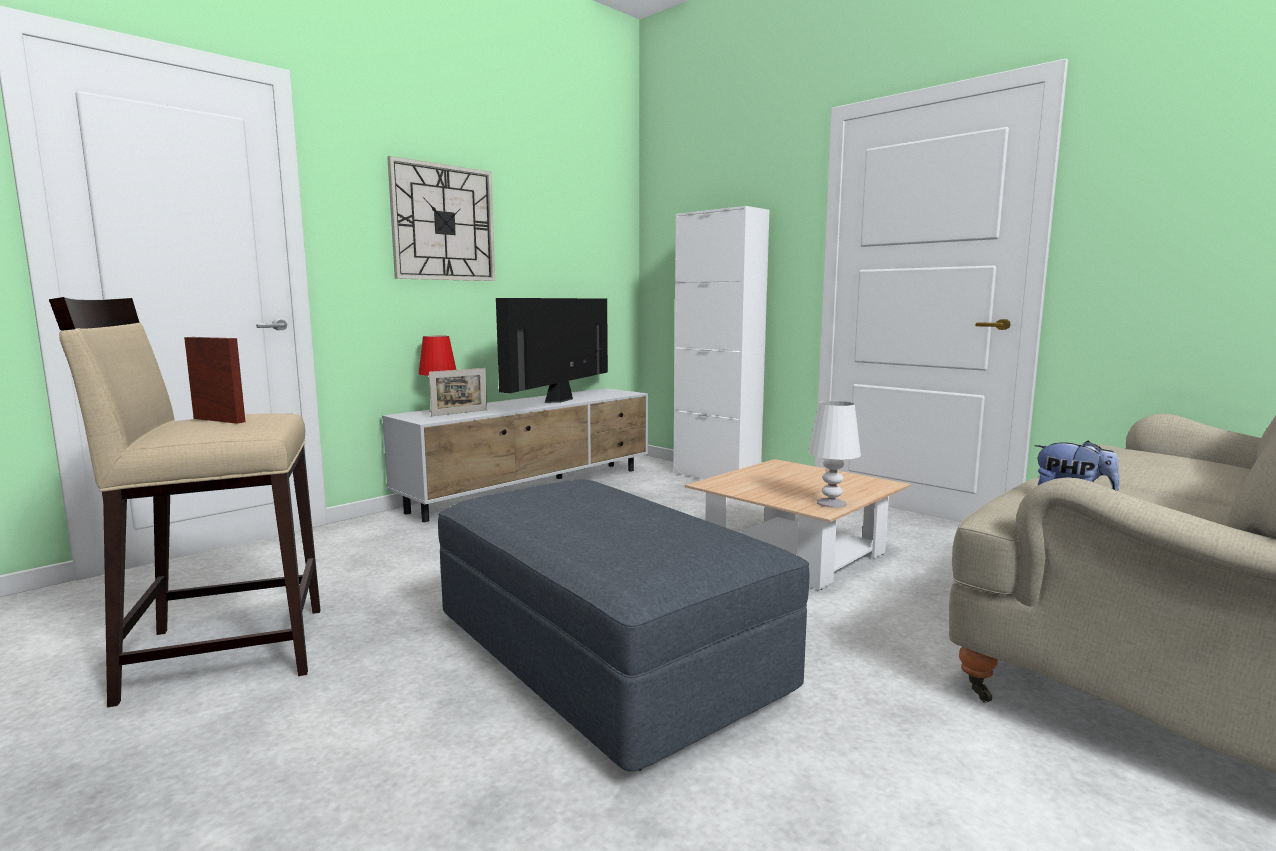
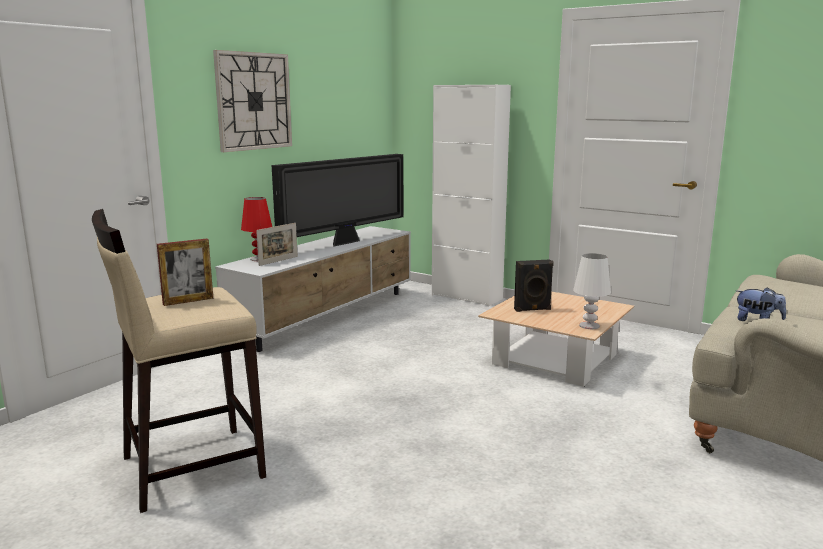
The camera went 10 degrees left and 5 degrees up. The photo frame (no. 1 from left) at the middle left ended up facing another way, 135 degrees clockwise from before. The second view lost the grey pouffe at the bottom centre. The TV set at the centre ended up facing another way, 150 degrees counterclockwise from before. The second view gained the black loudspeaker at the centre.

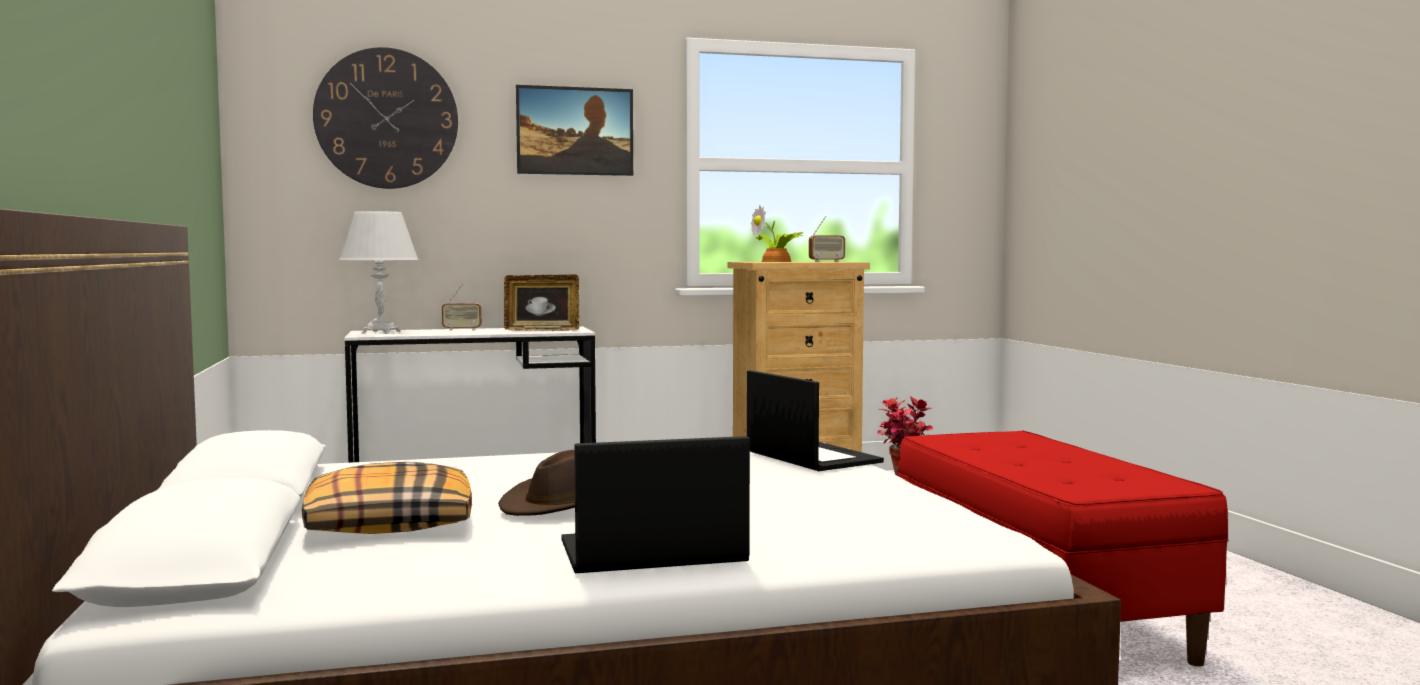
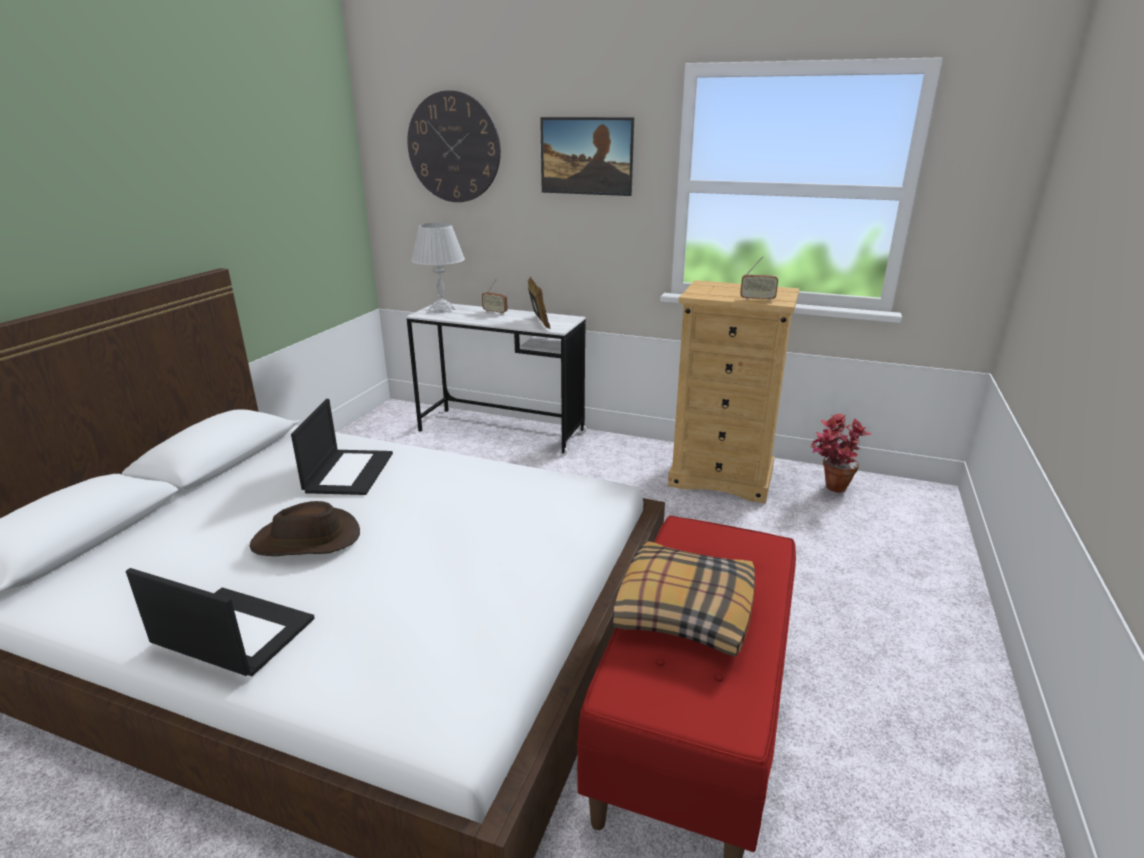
The camera went 35 degrees right and 20 degrees up. The cushion ended up elsewhere, having gone from the bottom left to the bottom centre. The photo frame at the centre ended up facing another way, 135 degrees counterclockwise from before. The laptop (no. 2 from left) ended up elsewhere, having gone from the centre to the middle left. The second view lost the plant in a pot (no. 1 from left) at the centre.

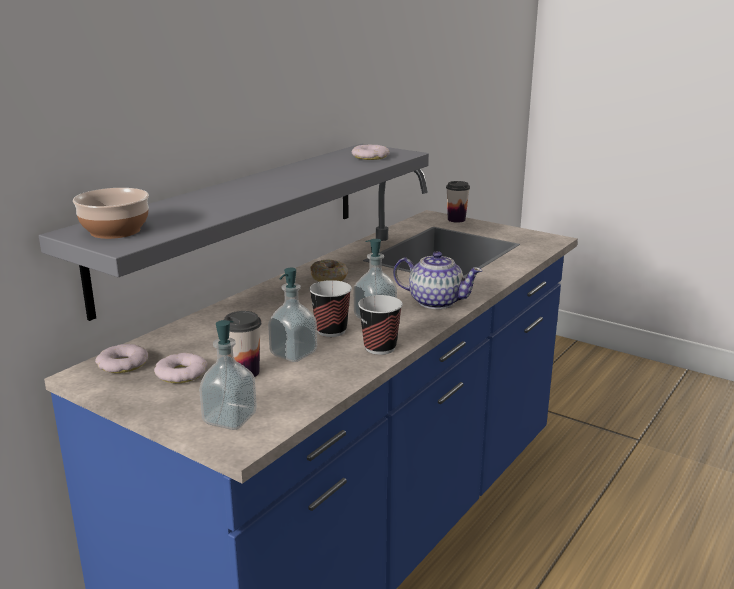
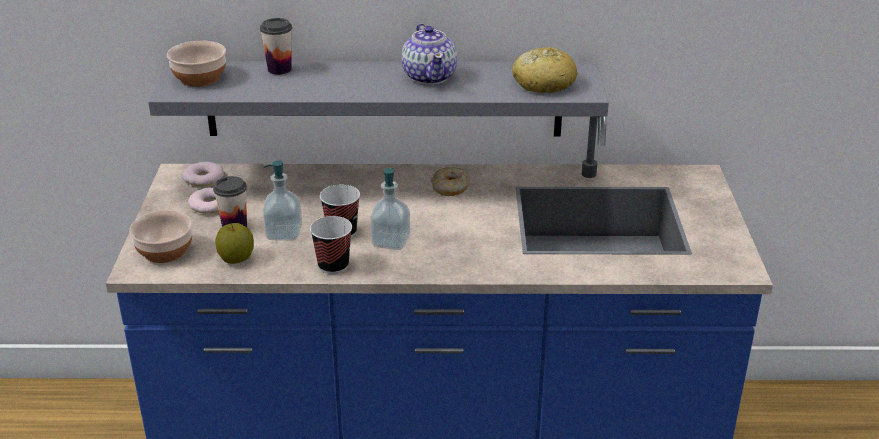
The camera went 55 degrees right and 10 degrees up. Where the soap dispenser (no. 1 from left) stood at the middle left, the deep dish (no. 1 from left) came to stand at the middle left. Where the doughnut (no. 4 from left) stood at the top centre, the bakery bread came to stand at the top centre. The pot for tea ended up elsewhere, having gone from the centre to the top centre. The small cup (no. 4 from left in the first image) ended up elsewhere, having gone from the centre to the top left. The second view gained the apple fruit at the middle left.

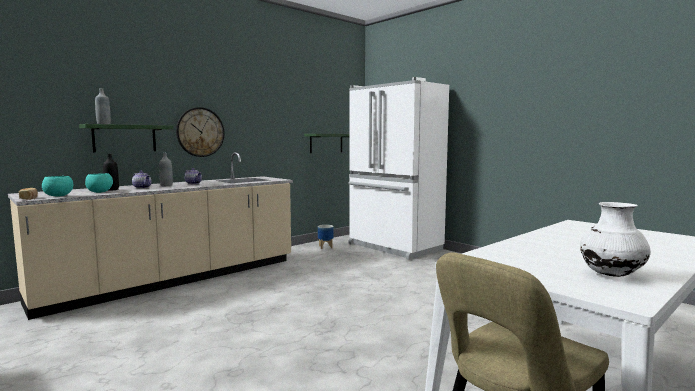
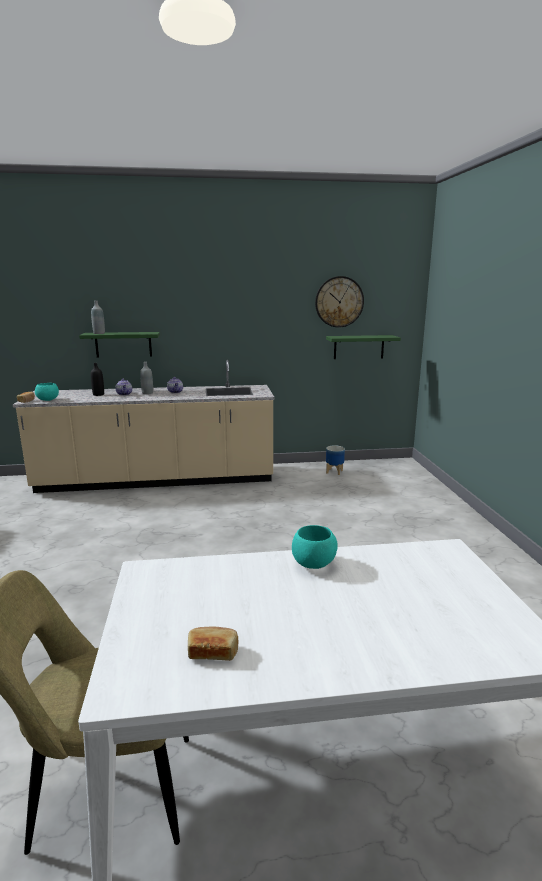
The camera went 35 degrees right and 10 degrees up. The turquoise-coloured deep dish (no. 2 from left) ended up elsewhere, having gone from the middle left to the centre. The clock on the wall ended up elsewhere, having gone from the middle left to the centre. The second view lost the whitish fridge at the centre. Where the whitish flower vase stood at the middle right, the bakery bread (no. 2 from left) came to stand at the bottom centre.

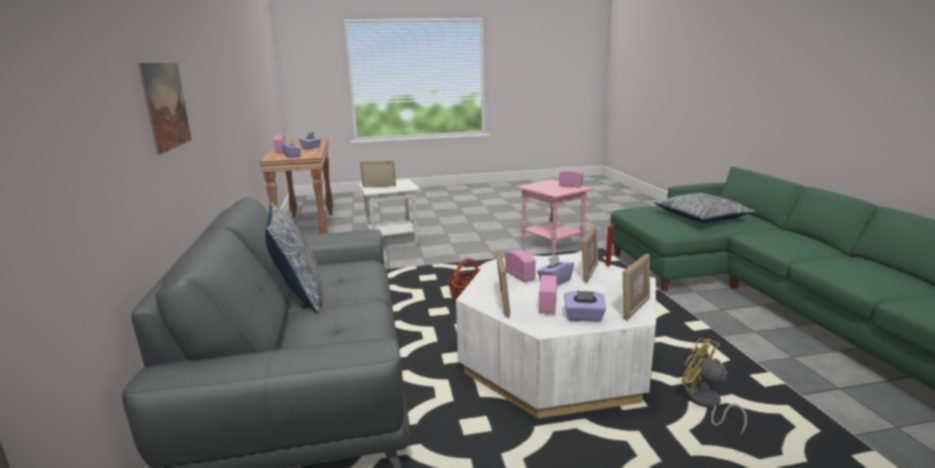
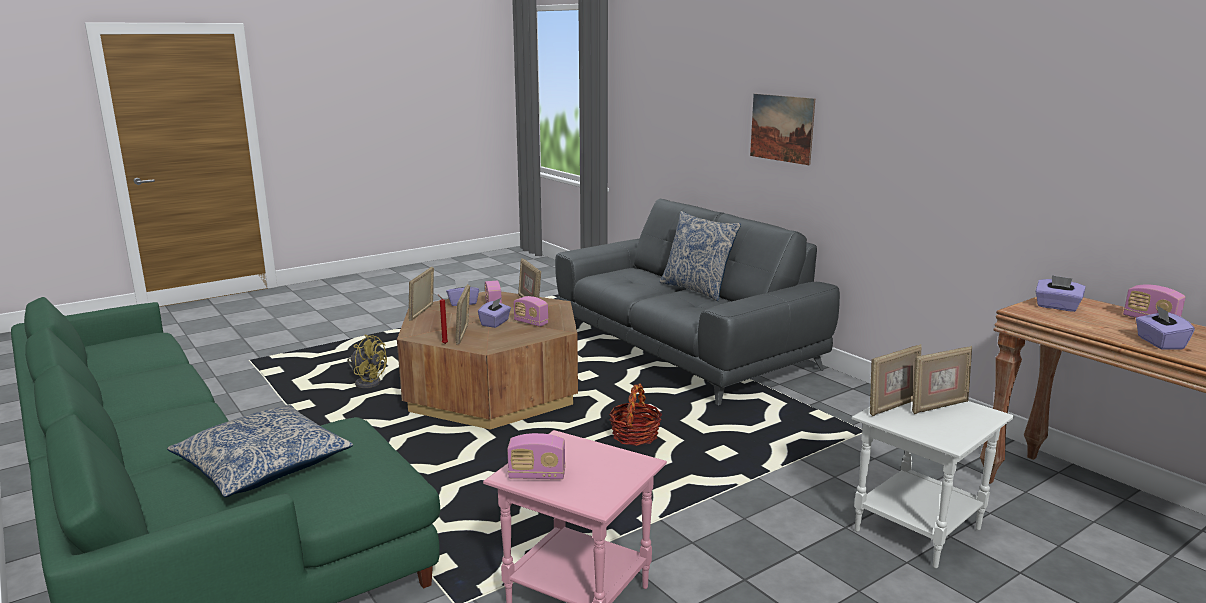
The camera went 155 degrees right and 0 degrees up. What was the whitish coffee table at the bottom centre turned into the brown coffee table at the centre. The second view gained the photo frame (no. 4 from left) at the middle right.

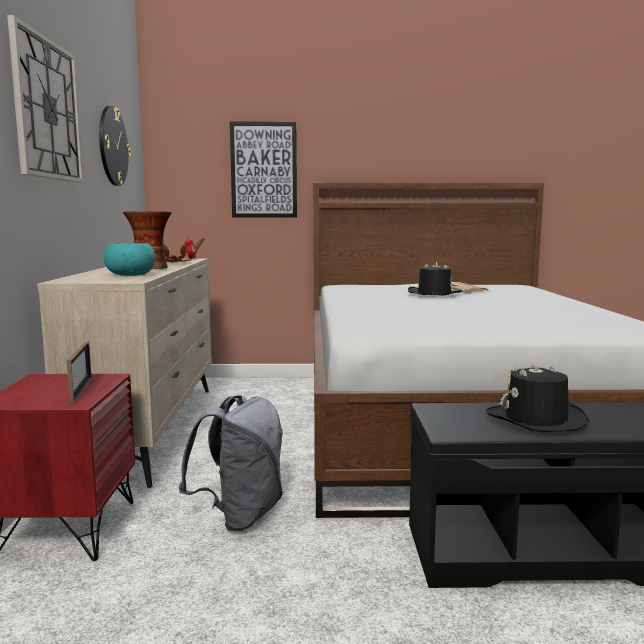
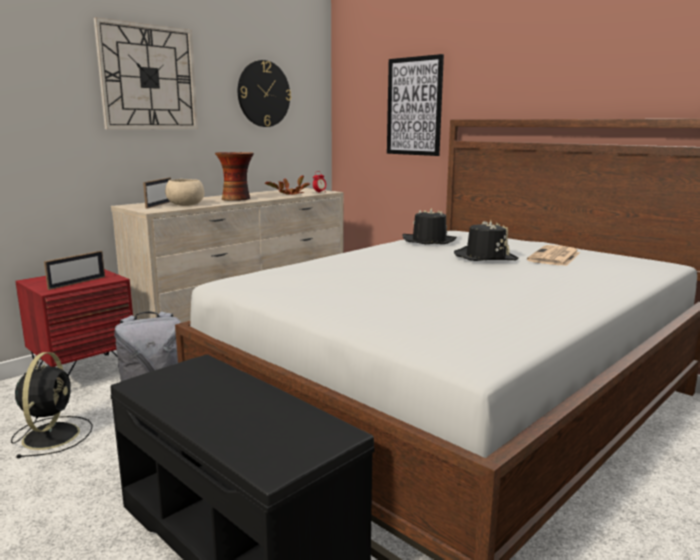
The camera went 45 degrees right and 5 degrees up. What was the turquoise-coloured deep dish at the middle left turned into the sand-coloured deep dish at the middle left. The black hat (no. 2 from left in the first image) ended up elsewhere, having gone from the middle right to the centre. The second view gained the black cooling fan at the bottom left. The second view gained the photo frame (no. 2 from left) at the middle left.

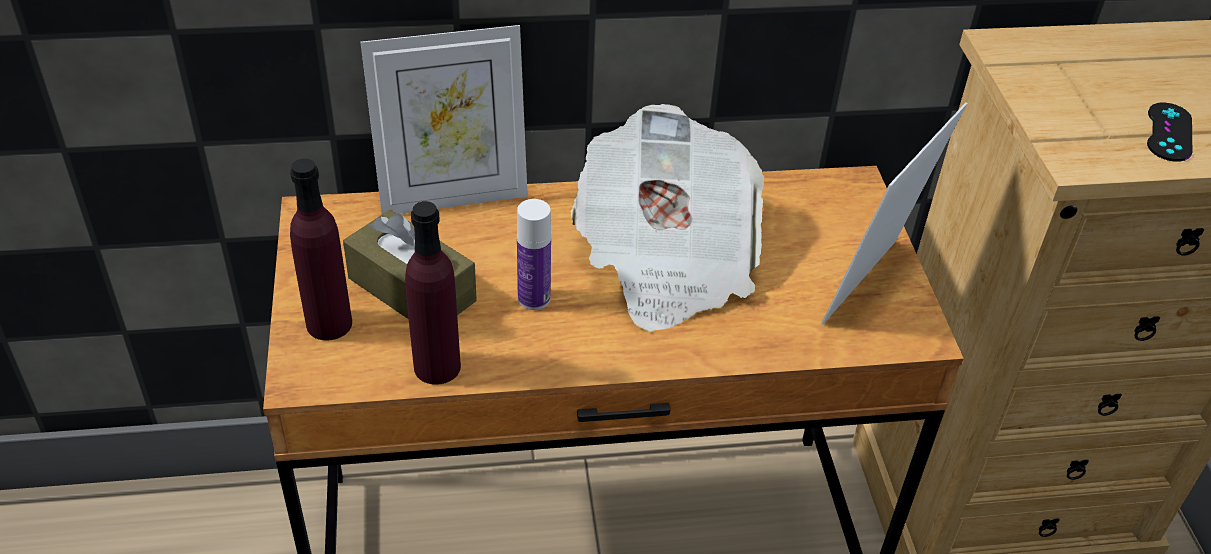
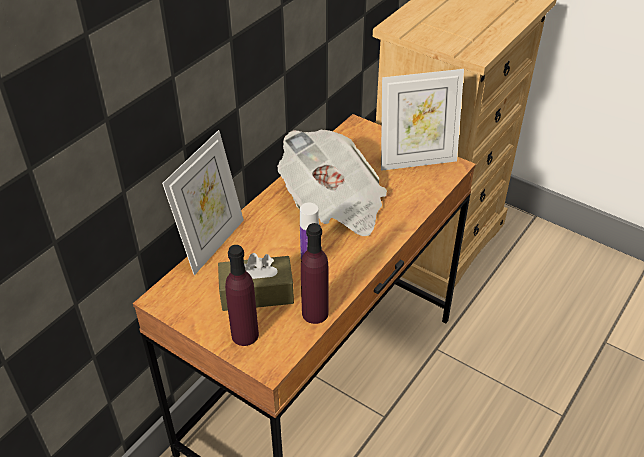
The camera went 45 degrees left and 0 degrees up. The photo frame (no. 2 from left) at the middle right ended up facing another way, 90 degrees counterclockwise from before. The second view lost the black game controller at the top right.

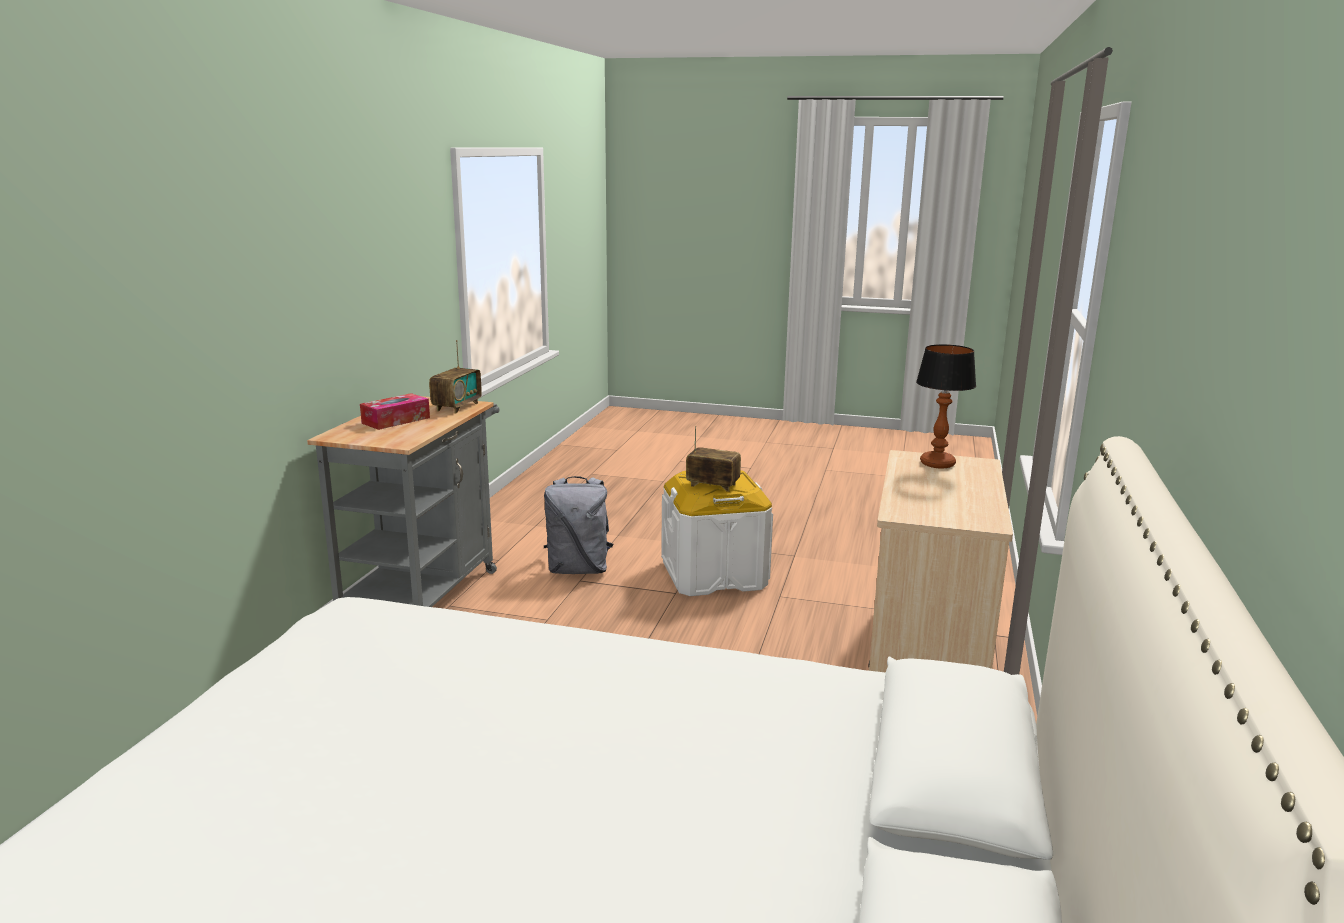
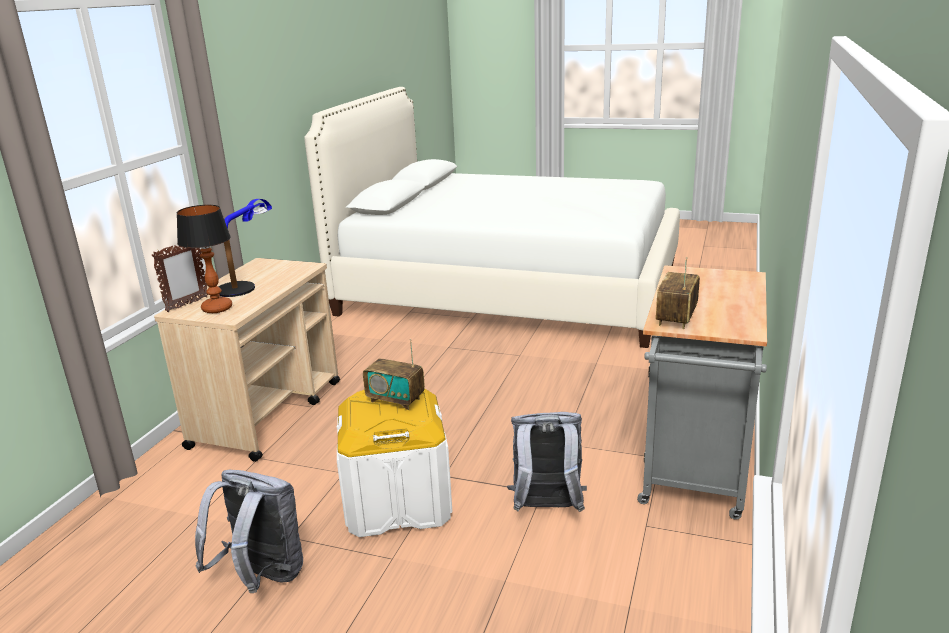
The camera went 175 degrees left and 5 degrees up. The second view lost the tissue holder at the middle left. The second view gained the photo frame at the middle left. The second view gained the grey knapsack (no. 1 from left) at the bottom left. The second view gained the lamp for a table (no. 2 from left) at the middle left.

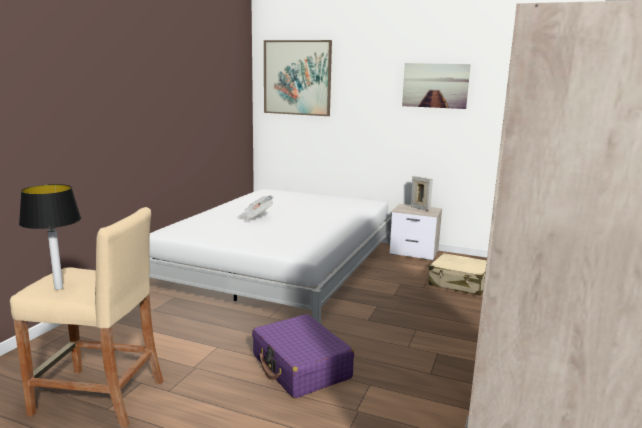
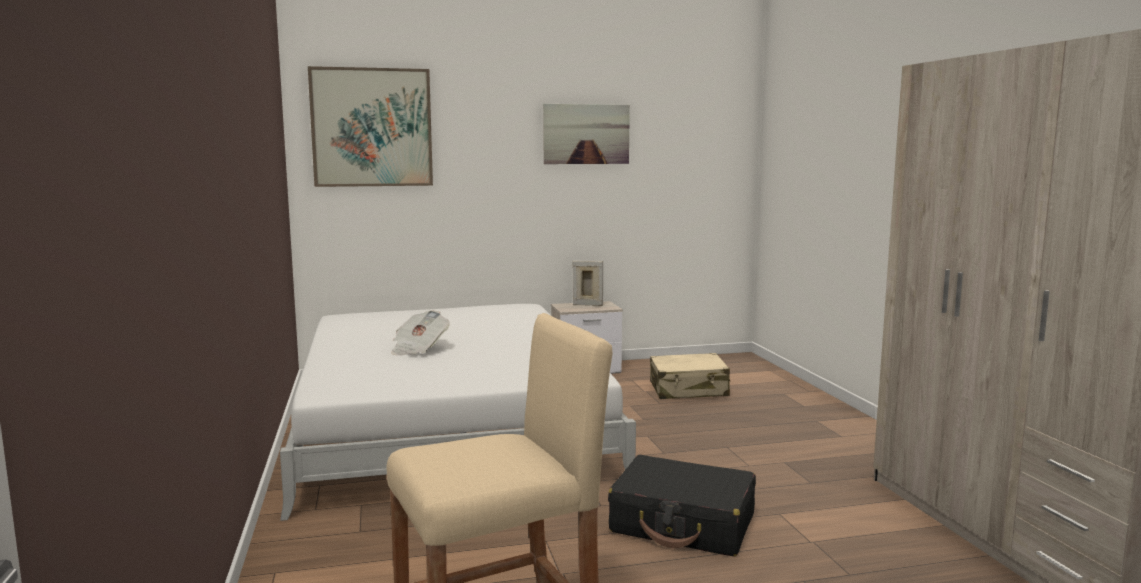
The camera went 35 degrees left and 5 degrees down. The second view lost the lamp for a table at the middle left. What was the purple piece of luggage at the bottom centre turned into the black piece of luggage at the bottom centre.

